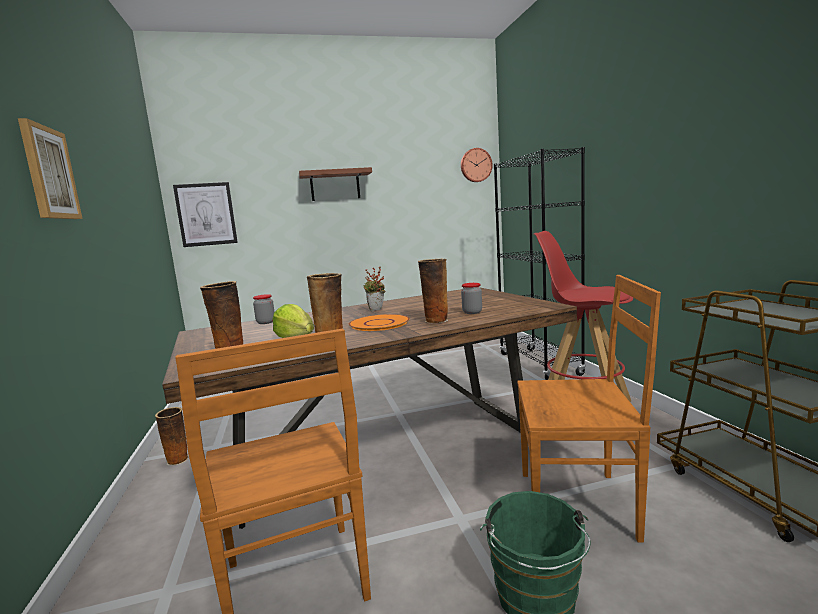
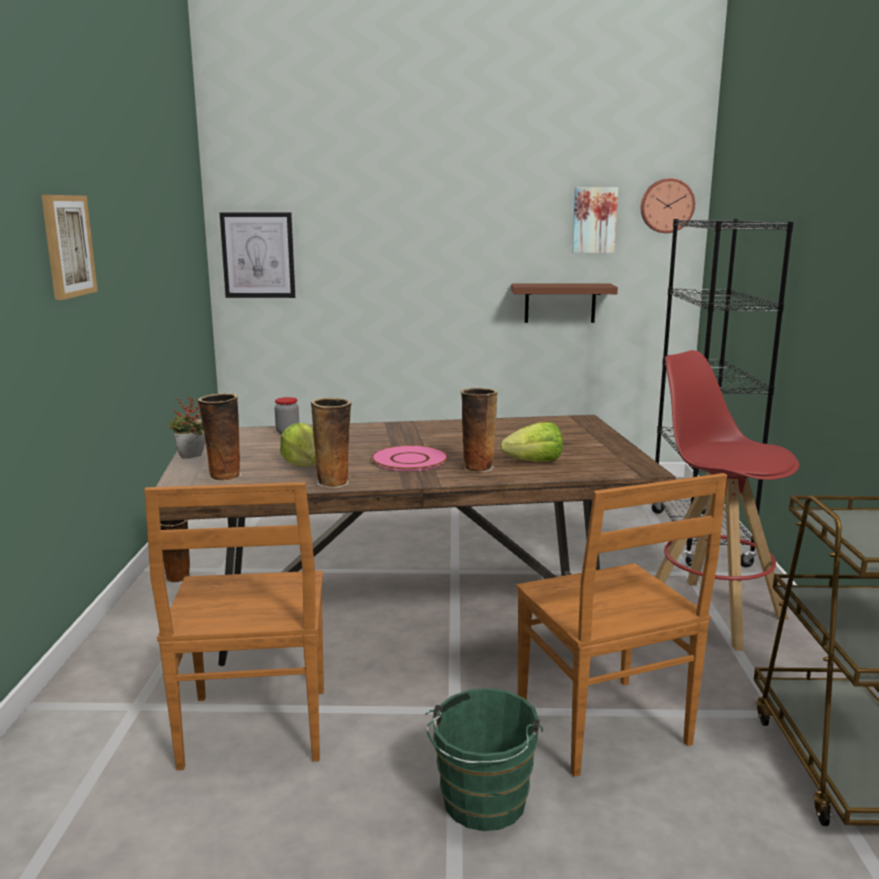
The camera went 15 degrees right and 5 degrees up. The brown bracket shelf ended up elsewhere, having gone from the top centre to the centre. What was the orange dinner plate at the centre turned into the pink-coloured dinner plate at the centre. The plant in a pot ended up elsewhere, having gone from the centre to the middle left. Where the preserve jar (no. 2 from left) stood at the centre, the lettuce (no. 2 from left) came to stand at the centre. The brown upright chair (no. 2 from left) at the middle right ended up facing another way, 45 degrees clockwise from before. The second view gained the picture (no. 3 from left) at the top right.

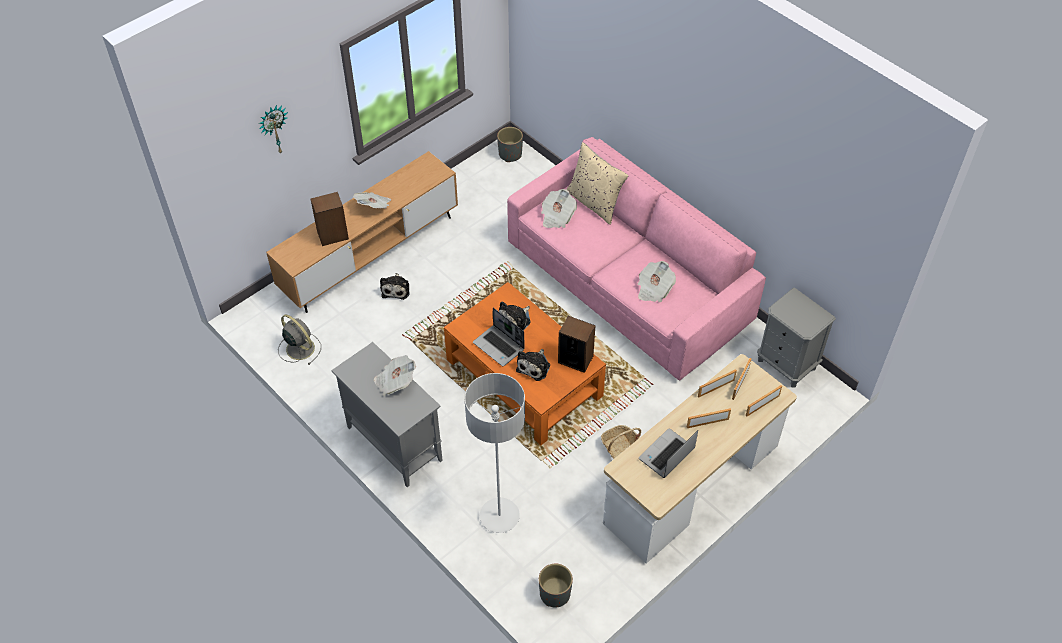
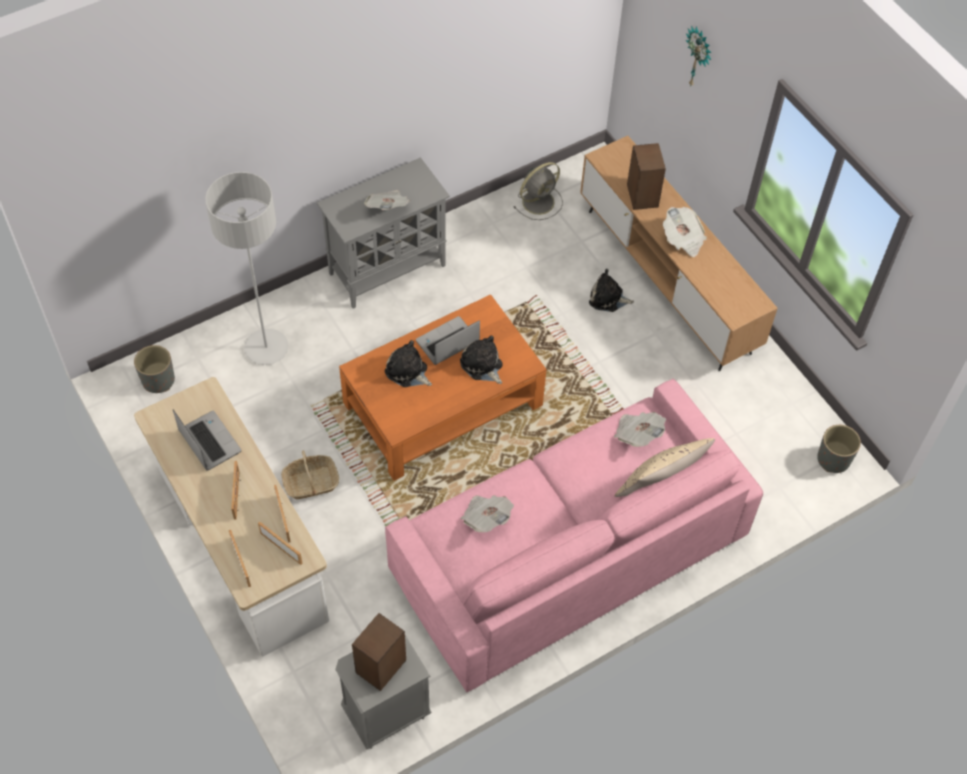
The camera went 100 degrees right and 5 degrees up. The loudspeaker (no. 2 from left in the first image) ended up elsewhere, having gone from the centre to the bottom centre.

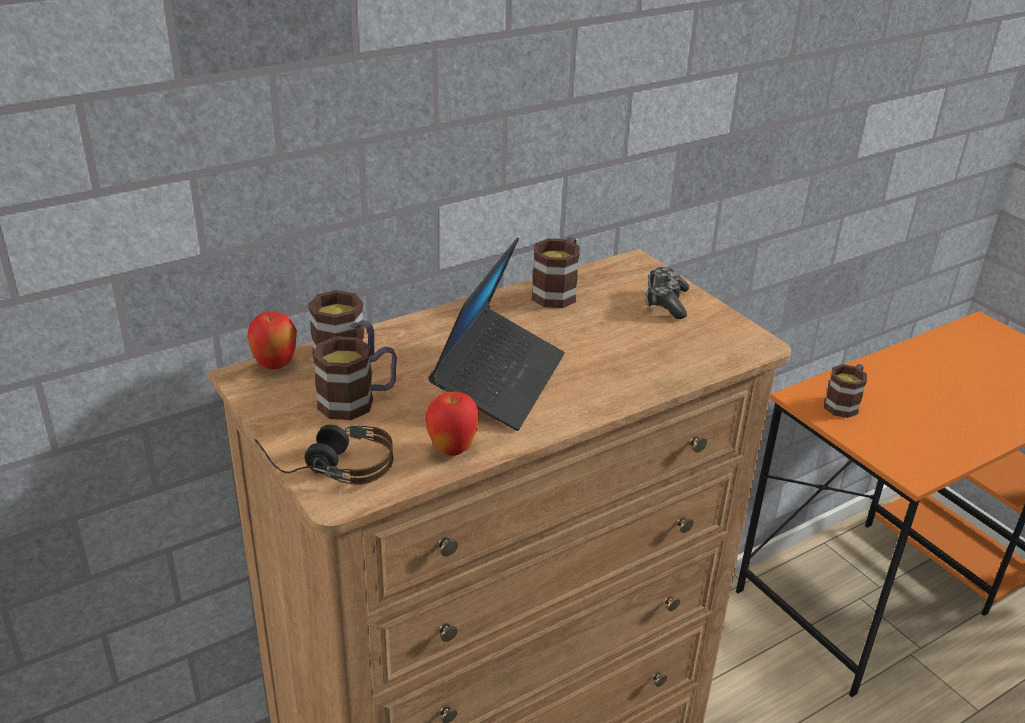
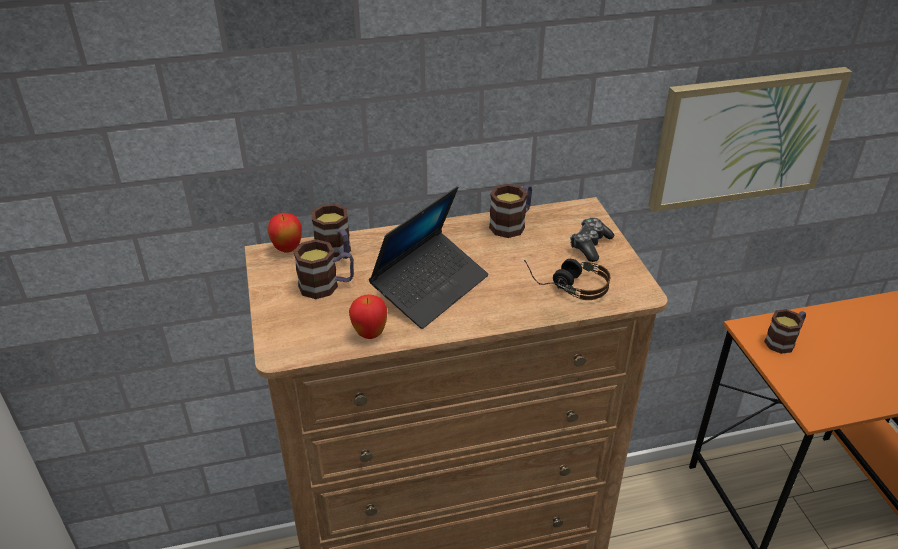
The camera went 20 degrees right and 5 degrees up. The headset ended up elsewhere, having gone from the middle left to the centre. The second view gained the picture at the top right.

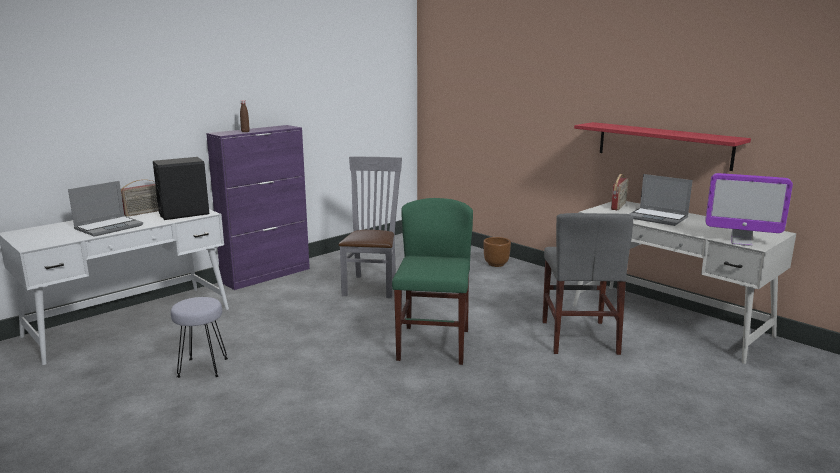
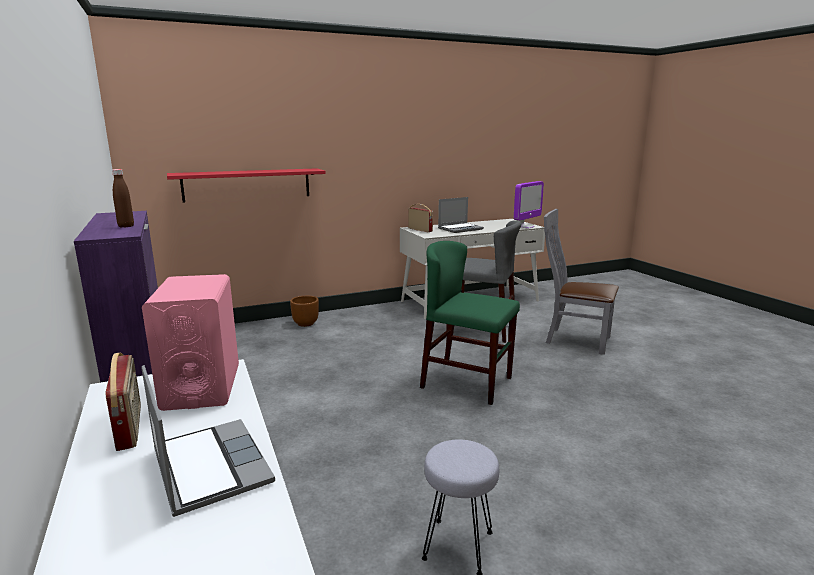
The camera went 70 degrees left and 0 degrees up. What was the black loudspeaker at the middle left turned into the pink-coloured loudspeaker at the middle left. The grey upright chair (no. 1 from left in the first image) ended up elsewhere, having gone from the centre to the middle right. The reddish bracket shelf ended up elsewhere, having gone from the top right to the top left.

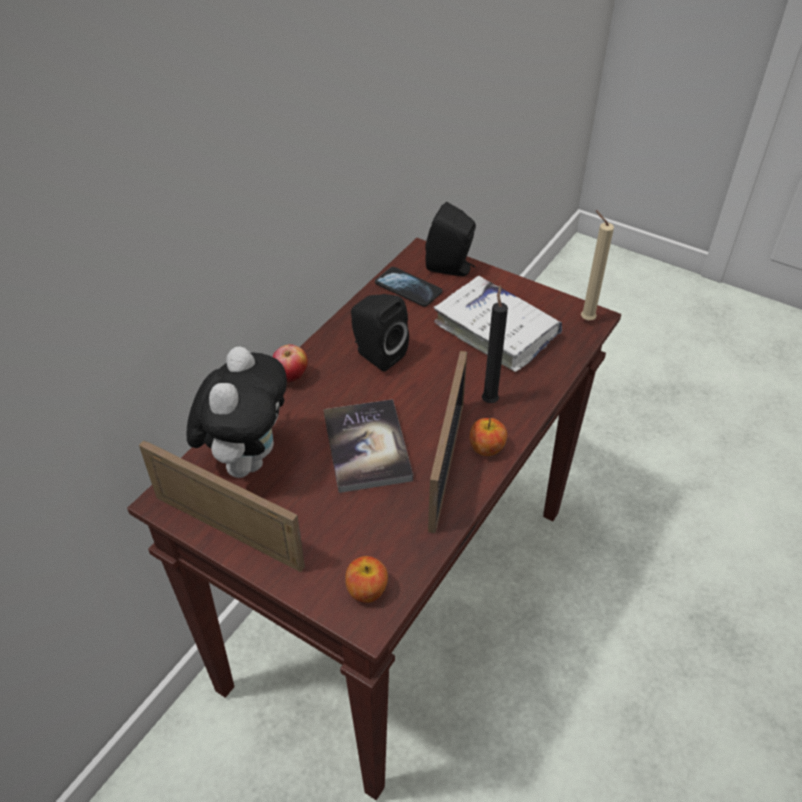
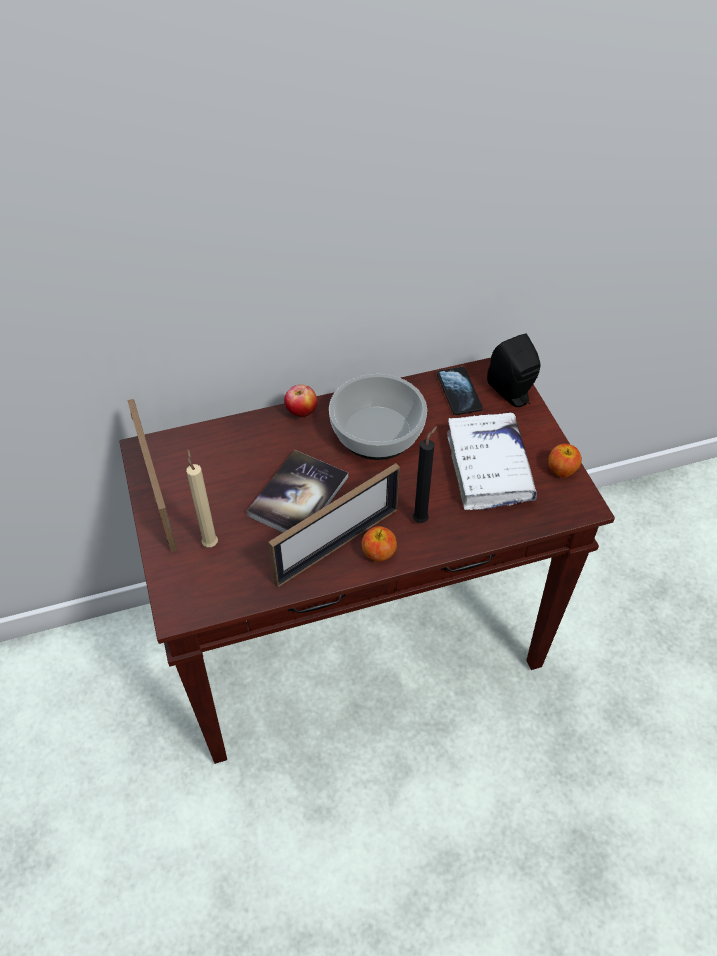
The camera went 40 degrees right and 5 degrees up. The second view lost the soft toy at the middle left. The apple fruit (no. 2 from left in the first image) ended up elsewhere, having gone from the bottom centre to the middle right. Where the black loudspeaker (no. 1 from left) stood at the centre, the deep dish came to stand at the centre. The sand-coloured candle ended up elsewhere, having gone from the top right to the middle left.

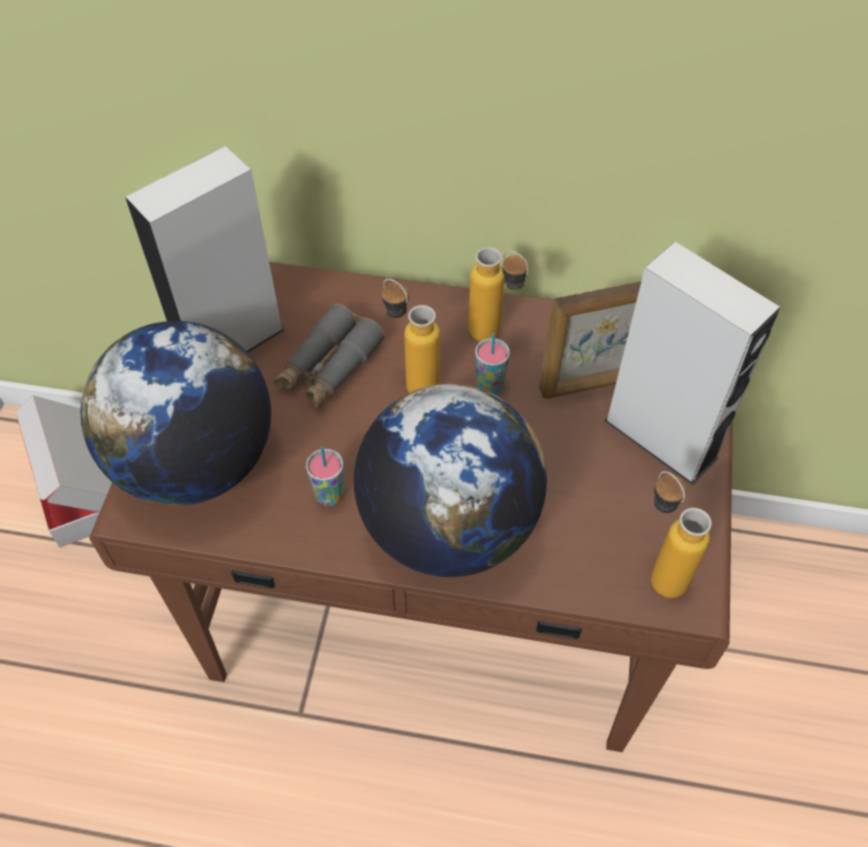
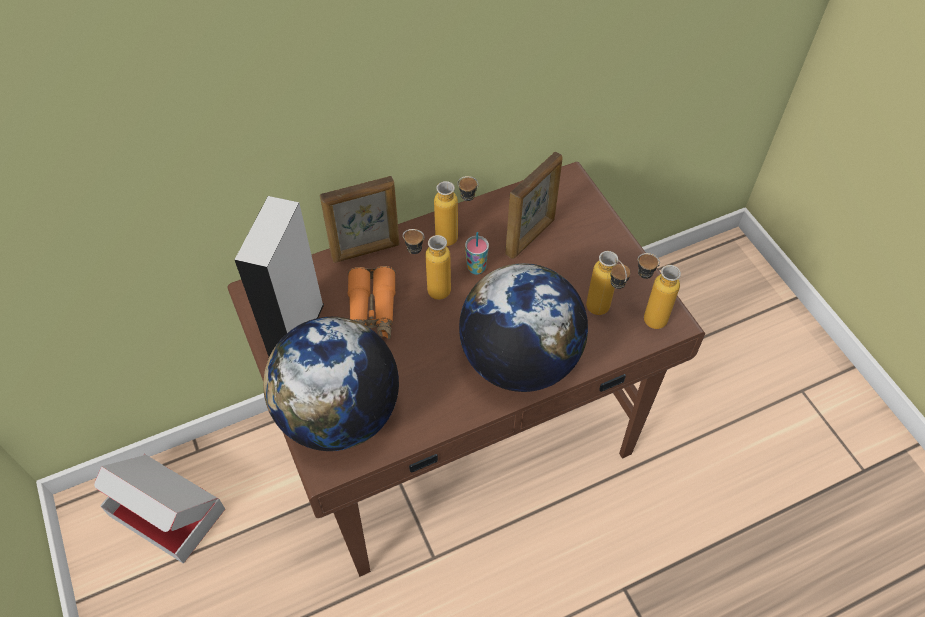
The camera went 35 degrees left and 0 degrees up. What was the grey pair of binoculars at the centre turned into the orange pair of binoculars at the centre. The second view lost the small cup (no. 1 from left) at the centre. The second view lost the grey loudspeaker (no. 2 from left) at the middle right. The second view gained the photo frame (no. 1 from left) at the centre. The second view gained the beverage bottle (no. 3 from left) at the centre.

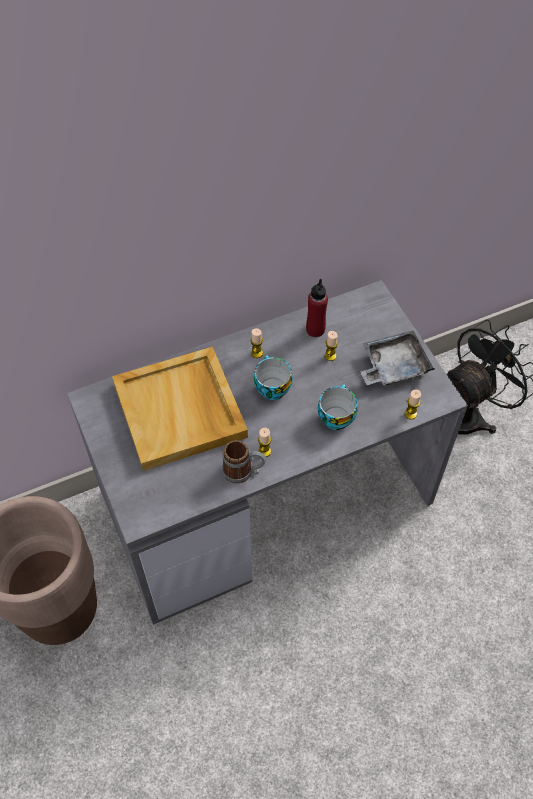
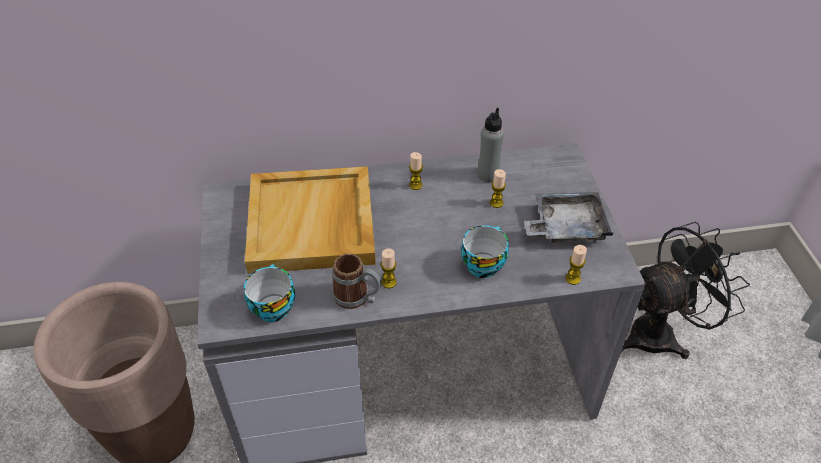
The camera went 15 degrees right and 10 degrees down. The small cup (no. 1 from left) ended up elsewhere, having gone from the centre to the middle left. What was the reddish beverage bottle at the centre turned into the grey beverage bottle at the top centre.

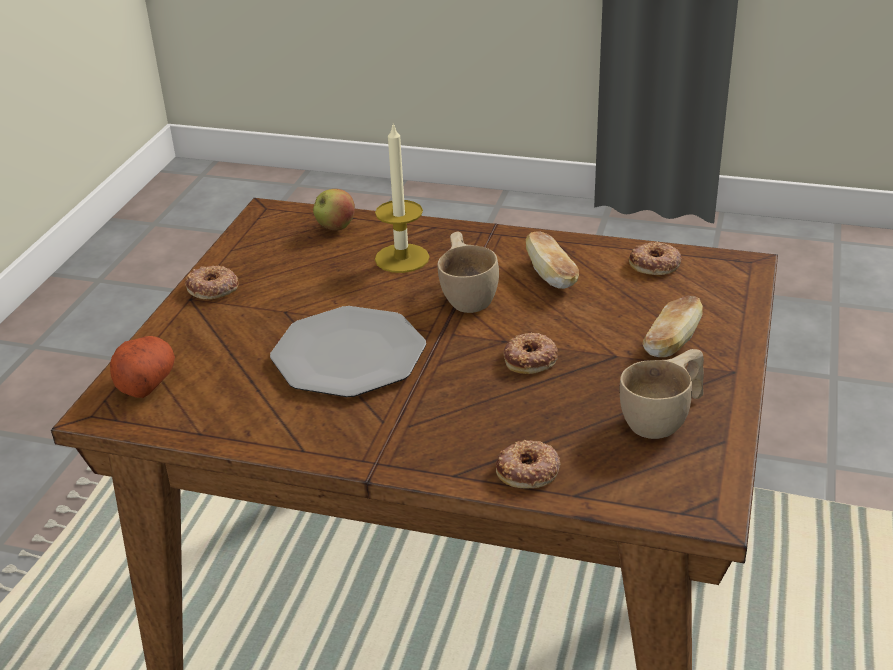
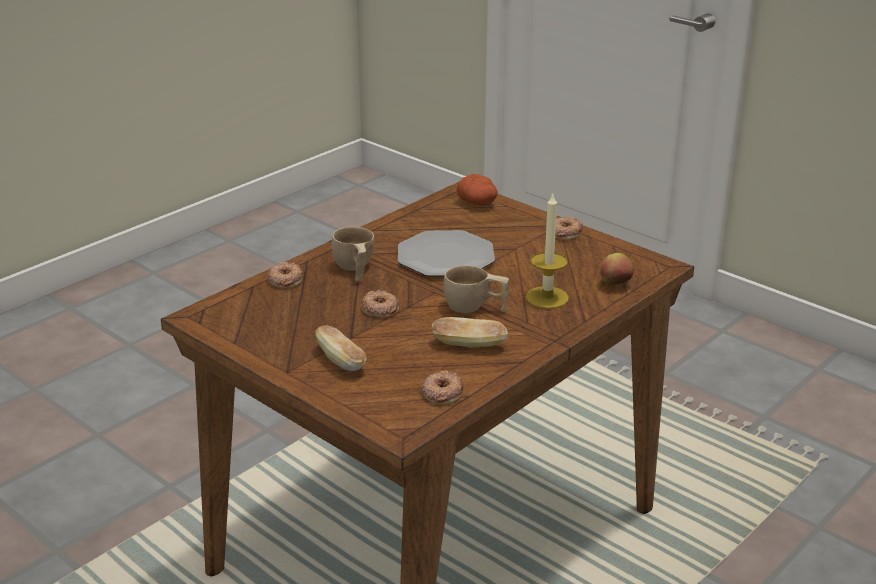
The camera went 115 degrees right and 5 degrees down. The sand-coloured small cup (no. 2 from left in the first image) ended up elsewhere, having gone from the middle right to the centre.

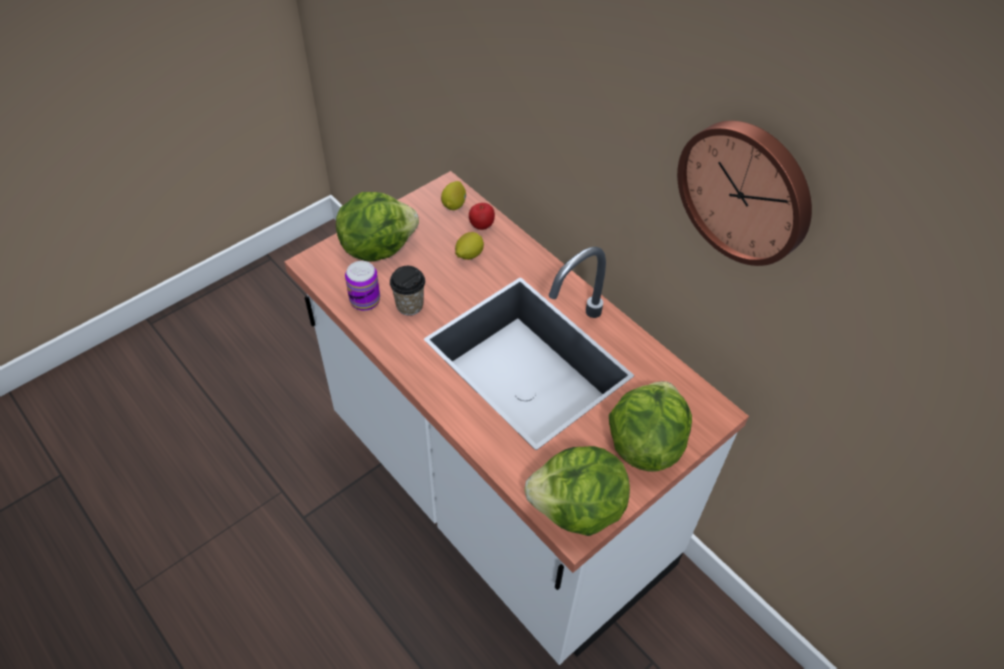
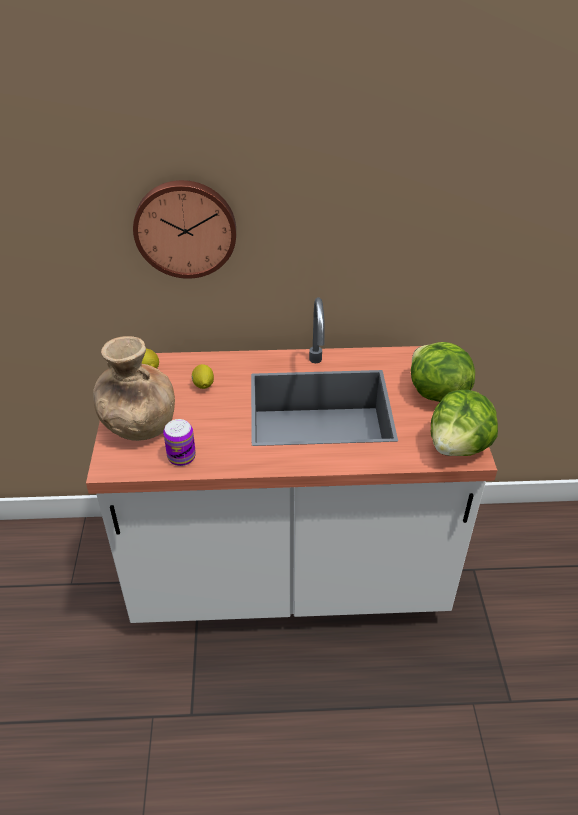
The camera went 50 degrees left and 10 degrees down. Where the lettuce (no. 1 from left) stood at the centre, the brown flower vase came to stand at the middle left. The second view lost the small cup at the centre. The second view lost the apple fruit at the top centre. The clock on the wall ended up elsewhere, having gone from the top right to the top left.

